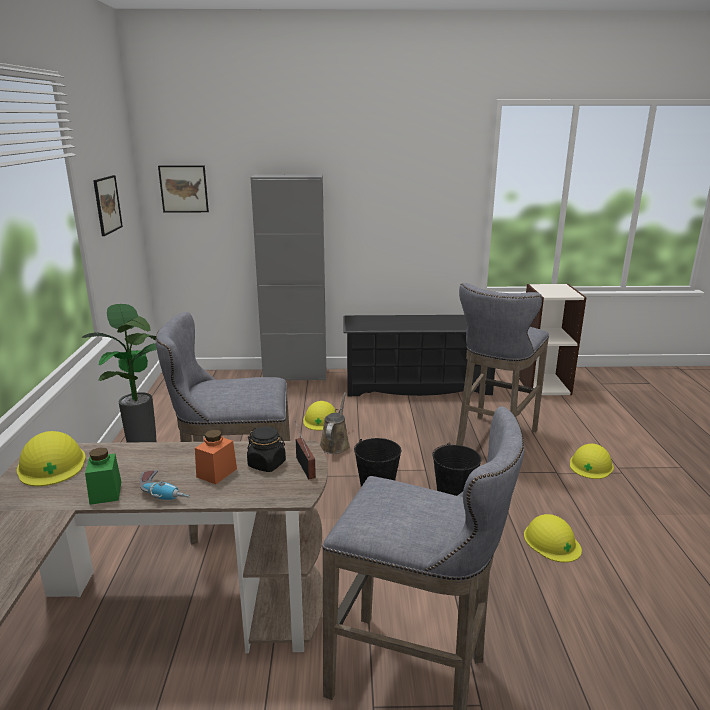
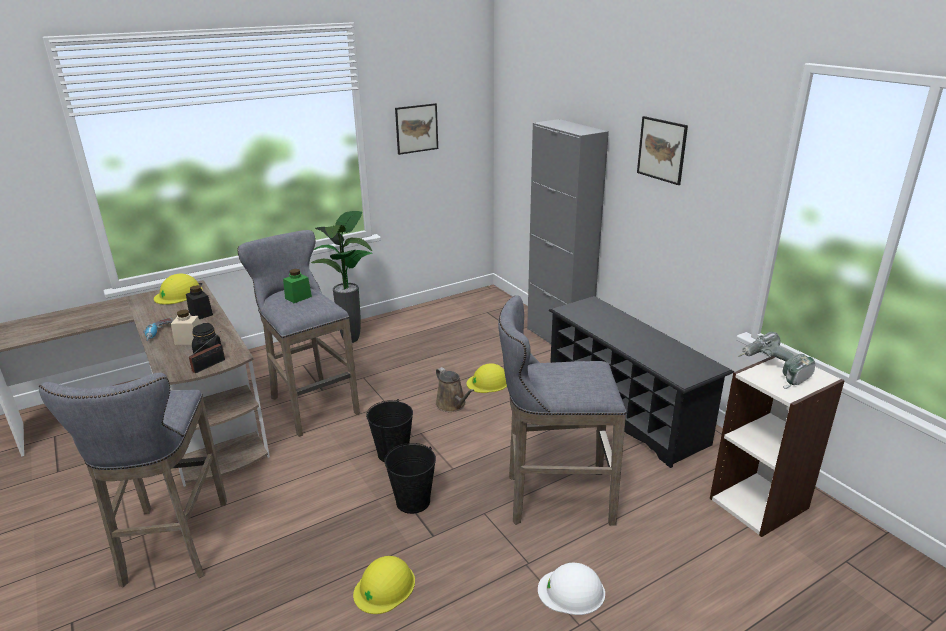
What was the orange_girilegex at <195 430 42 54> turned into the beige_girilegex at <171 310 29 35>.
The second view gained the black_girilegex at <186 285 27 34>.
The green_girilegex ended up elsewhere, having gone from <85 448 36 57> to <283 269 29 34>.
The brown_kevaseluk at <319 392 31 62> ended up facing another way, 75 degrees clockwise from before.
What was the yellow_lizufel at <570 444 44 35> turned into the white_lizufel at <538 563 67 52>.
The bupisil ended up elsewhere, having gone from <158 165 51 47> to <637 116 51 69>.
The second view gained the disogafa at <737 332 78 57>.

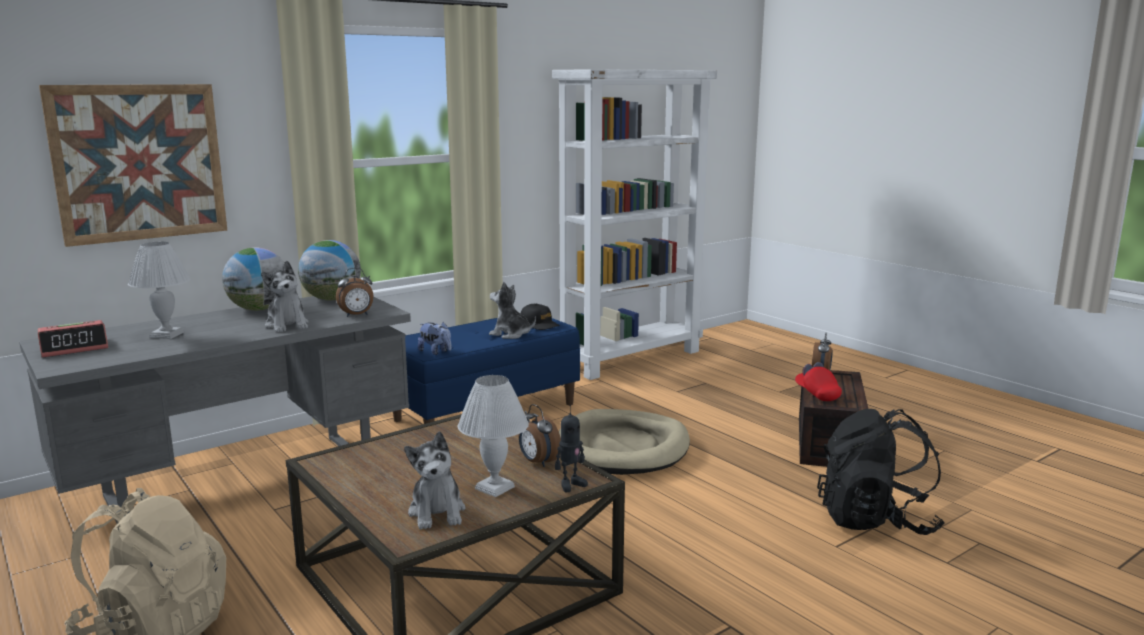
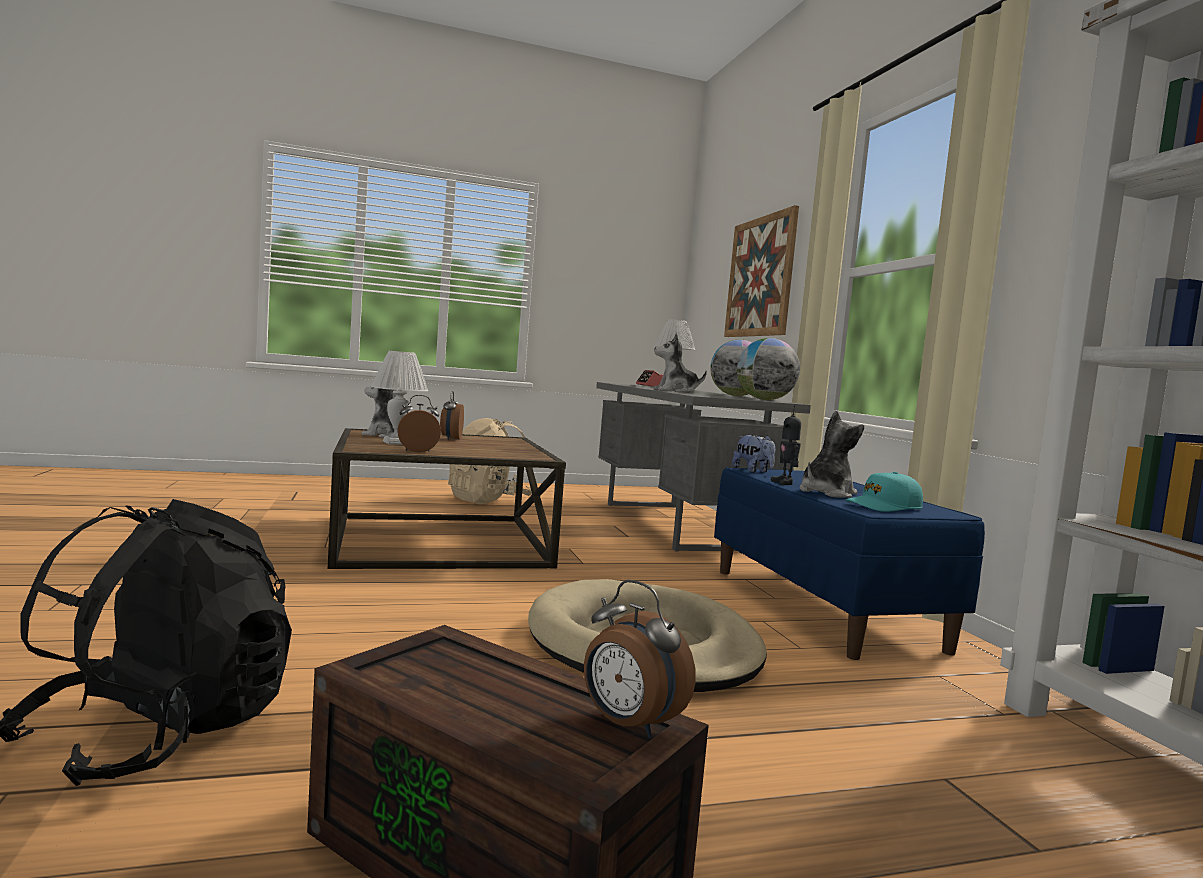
The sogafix ended up elsewhere, having gone from <336 268 37 49> to <440 391 24 48>.
The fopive at <418 322 33 33> ended up facing another way, 90 degrees counterclockwise from before.
The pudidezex ended up elsewhere, having gone from <555 405 33 87> to <771 406 30 79>.
What was the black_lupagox at <521 304 39 26> turned into the turquoise_lupagox at <845 472 78 40>.
The second view lost the red_lupagox at <795 362 47 39>.

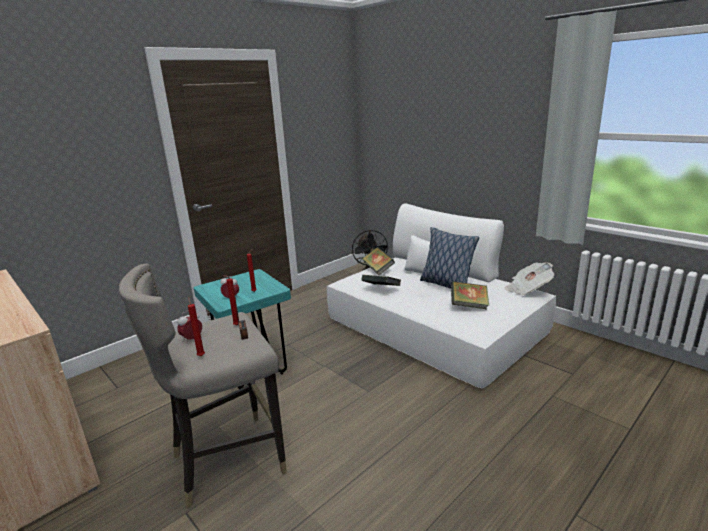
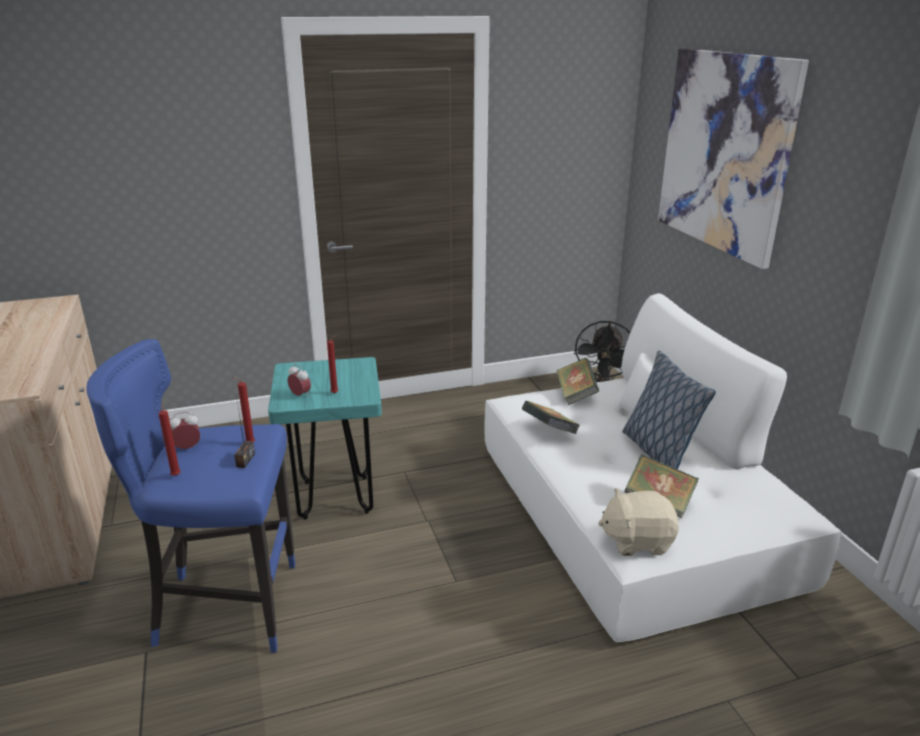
What was the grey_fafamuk at <119 263 168 245> turned into the blue_fafamuk at <86 339 209 314>.
The second view gained the beige_fopive at <598 488 81 68>.
The second view gained the bupisil at <658 48 151 221>.
The second view lost the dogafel at <505 263 49 32>.

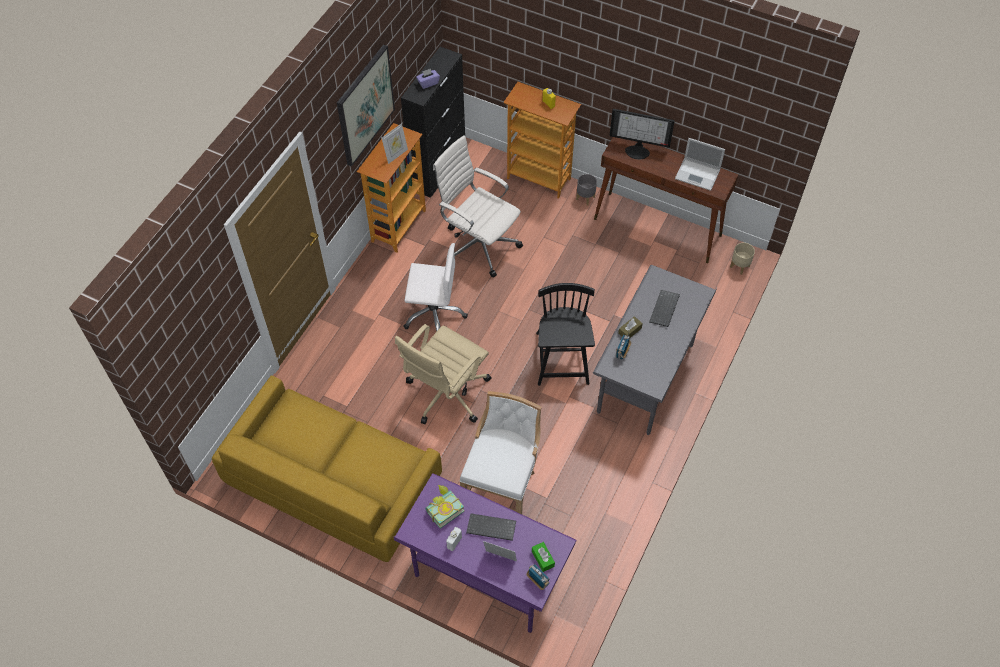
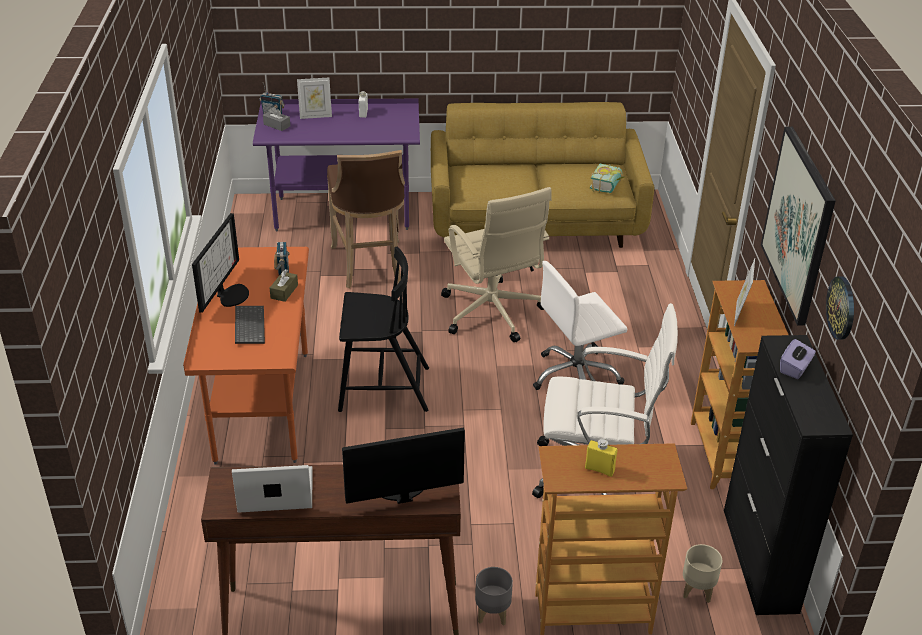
What was the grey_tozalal at <593 265 124 170> turned into the orange_tozalal at <183 247 126 218>.
The second view gained the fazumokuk at <192 213 57 100>.
What was the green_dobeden at <532 542 23 30> turned into the grey_dobeden at <263 107 27 24>.
What was the white_fafamuk at <460 391 81 123> turned into the brown_fafamuk at <327 150 78 138>.
The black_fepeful at <536 283 59 103> ended up facing another way, 60 degrees counterclockwise from before.
The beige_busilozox at <395 324 97 100> ended up facing another way, 150 degrees clockwise from before.
The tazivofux ended up elsewhere, having gone from <425 485 39 44> to <590 164 34 29>.
The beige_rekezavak ended up elsewhere, having gone from <730 243 25 32> to <683 544 39 59>.
The second view gained the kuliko at <826 277 28 62>.
The second view lost the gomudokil at <466 513 50 28>.

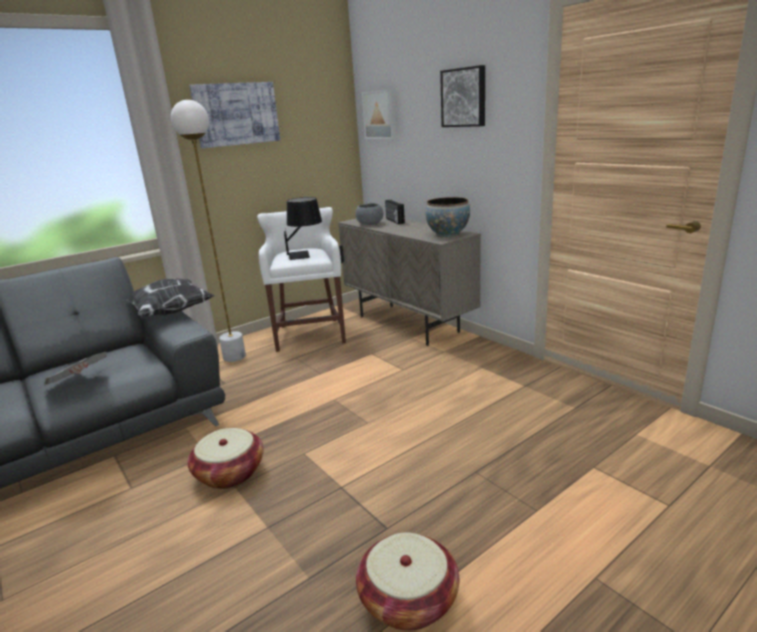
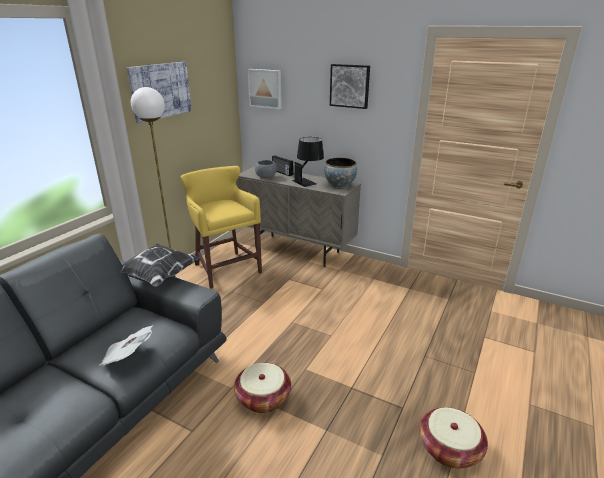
What was the white_fafamuk at <257 207 89 145> turned into the yellow_fafamuk at <181 166 81 123>.
The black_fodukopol ended up elsewhere, having gone from <284 197 38 63> to <292 137 32 50>.

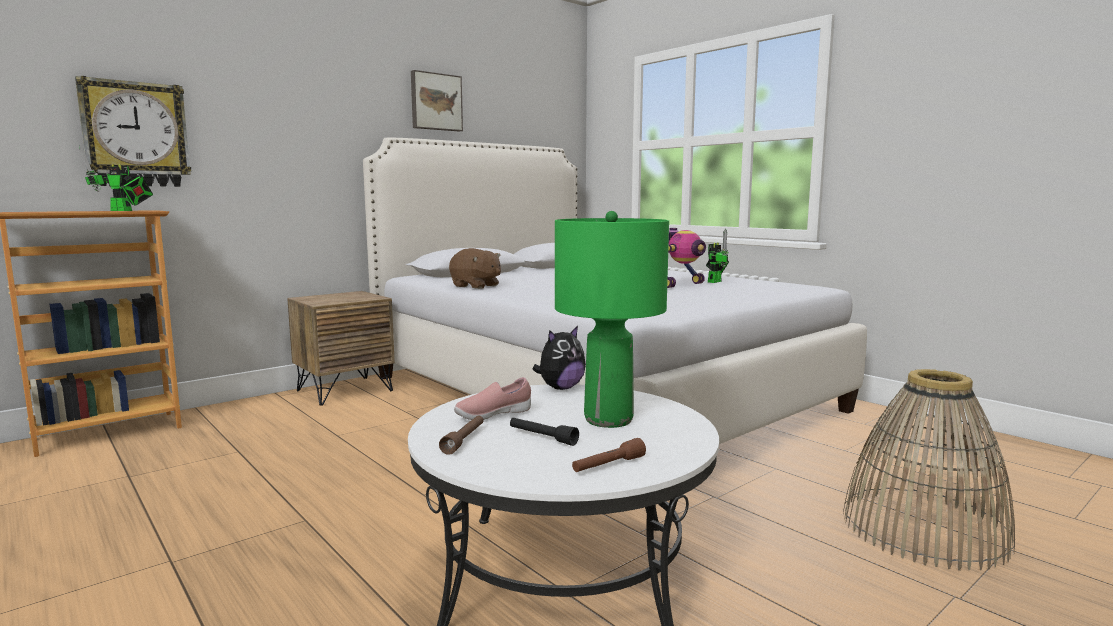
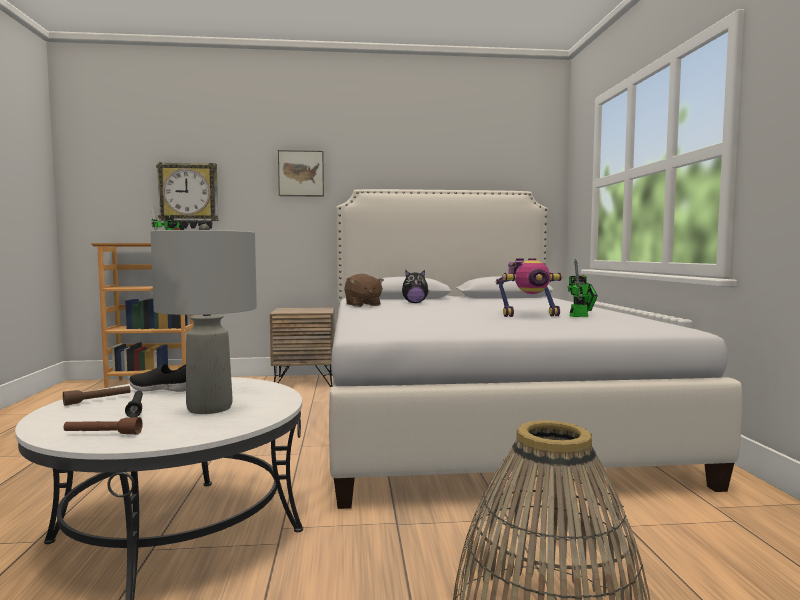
What was the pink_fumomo at <454 377 77 43> turned into the black_fumomo at <129 364 57 28>.
What was the green_fodukopol at <555 211 114 217> turned into the grey_fodukopol at <151 224 106 190>.
The bupisil ended up elsewhere, having gone from <411 70 52 62> to <278 150 46 47>.
The fopive ended up elsewhere, having gone from <532 326 54 64> to <402 270 27 33>.

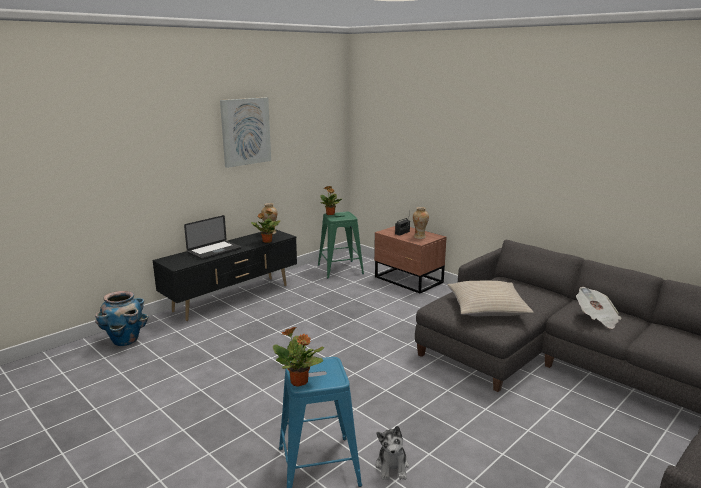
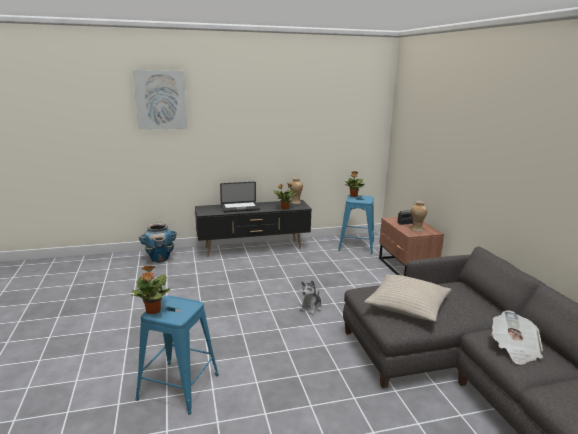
The bupisil ended up elsewhere, having gone from <220 97 51 71> to <133 70 54 60>.
The fopive ended up elsewhere, having gone from <376 426 33 54> to <300 280 22 35>.
What was the green_fafamuk at <318 212 46 67> turned into the blue_fafamuk at <338 195 36 59>.

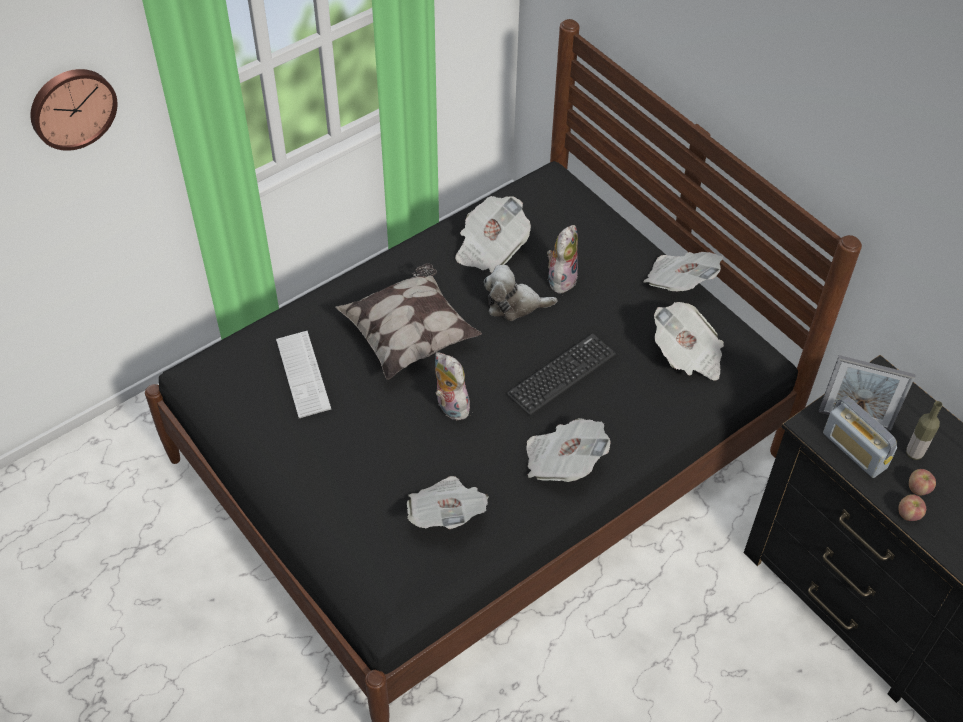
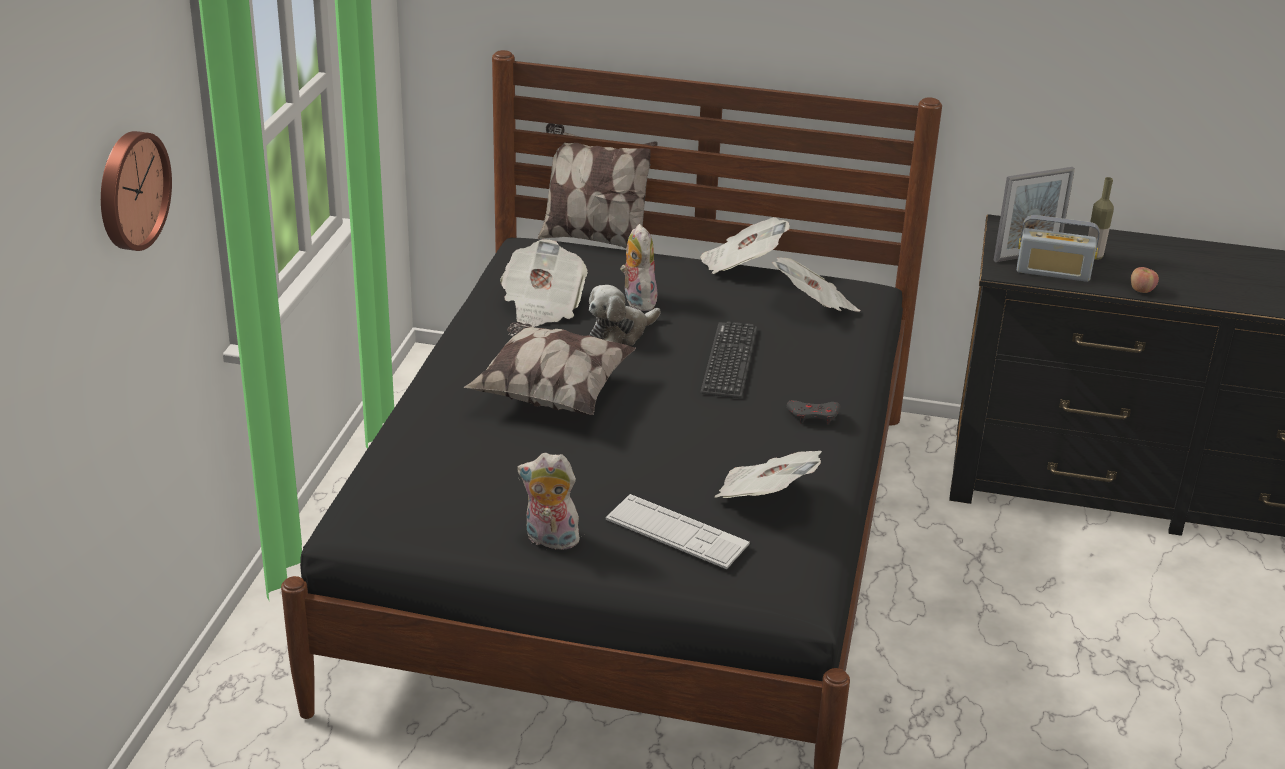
The fopive ended up elsewhere, having gone from <435 352 35 68> to <517 453 65 97>.
The second view gained the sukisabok at <538 123 120 125>.
The gomudokil ended up elsewhere, having gone from <276 331 55 87> to <606 494 144 75>.
Where the dogafel stood at <526 418 85 64>, the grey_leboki came to stand at <787 400 54 24>.
The second view lost the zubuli at <909 469 27 26>.

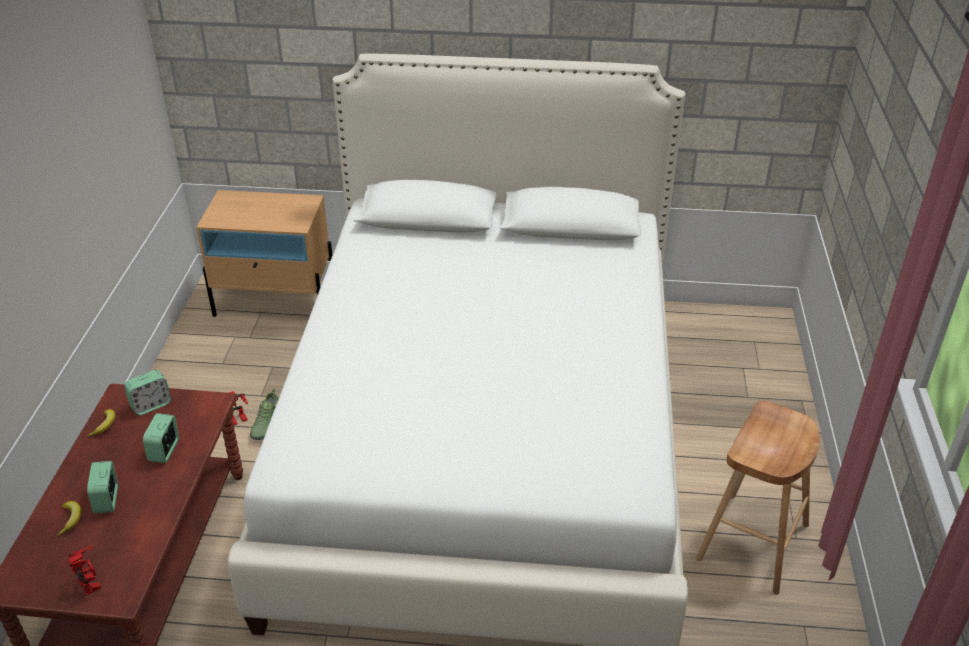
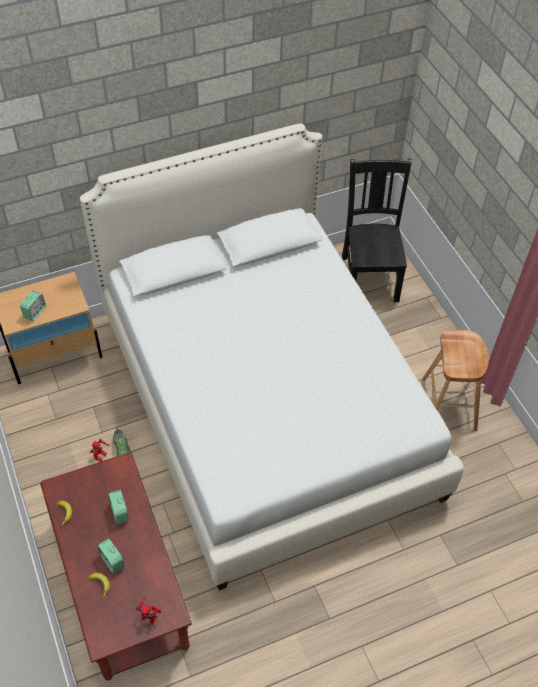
The sogafix ended up elsewhere, having gone from <124 370 47 45> to <20 291 26 30>.
The second view gained the black_fepeful at <342 159 70 143>.

